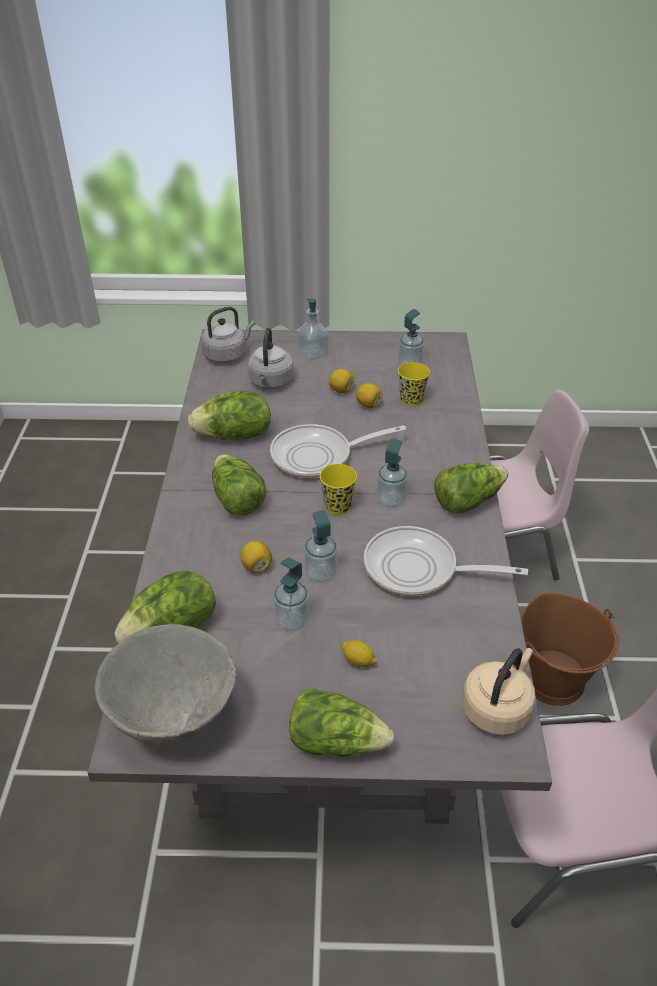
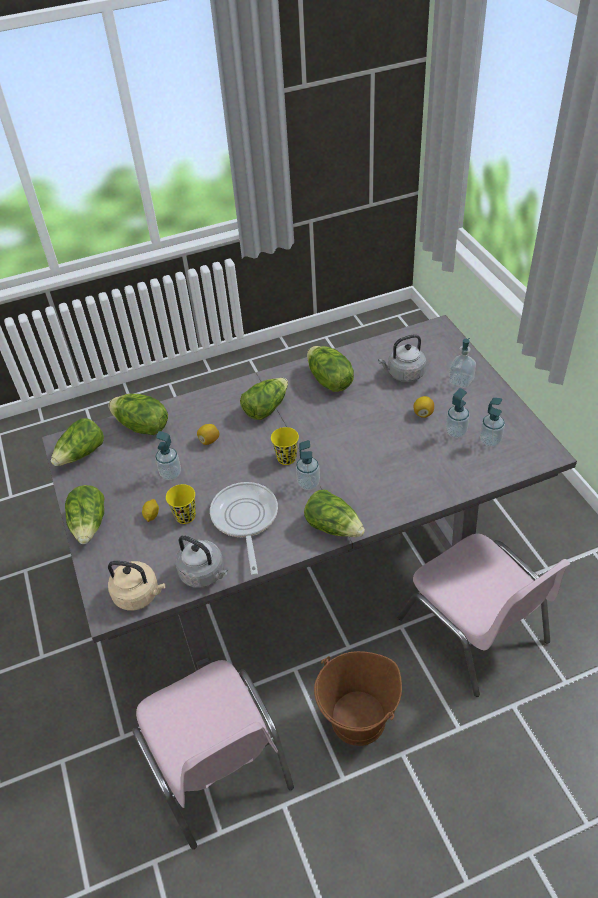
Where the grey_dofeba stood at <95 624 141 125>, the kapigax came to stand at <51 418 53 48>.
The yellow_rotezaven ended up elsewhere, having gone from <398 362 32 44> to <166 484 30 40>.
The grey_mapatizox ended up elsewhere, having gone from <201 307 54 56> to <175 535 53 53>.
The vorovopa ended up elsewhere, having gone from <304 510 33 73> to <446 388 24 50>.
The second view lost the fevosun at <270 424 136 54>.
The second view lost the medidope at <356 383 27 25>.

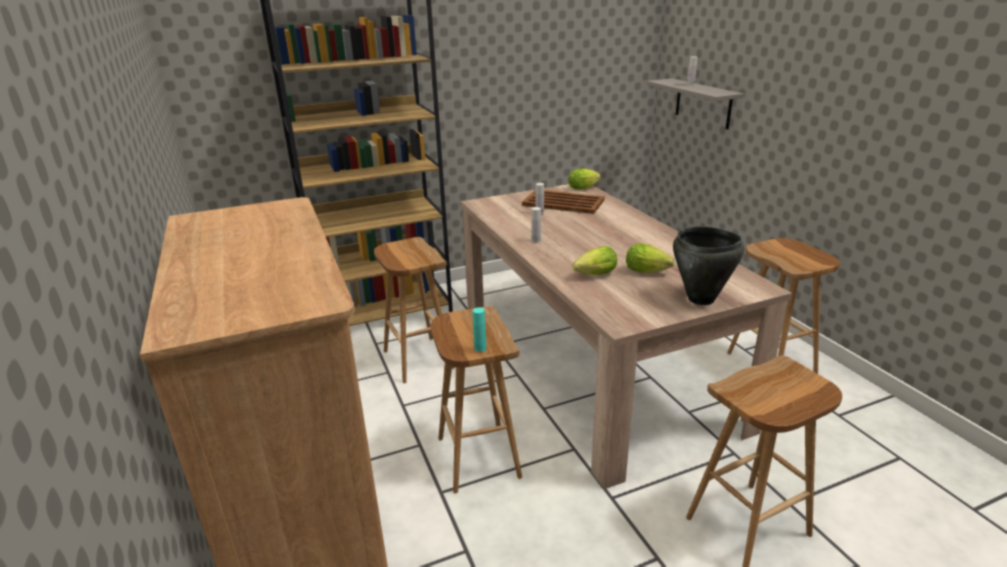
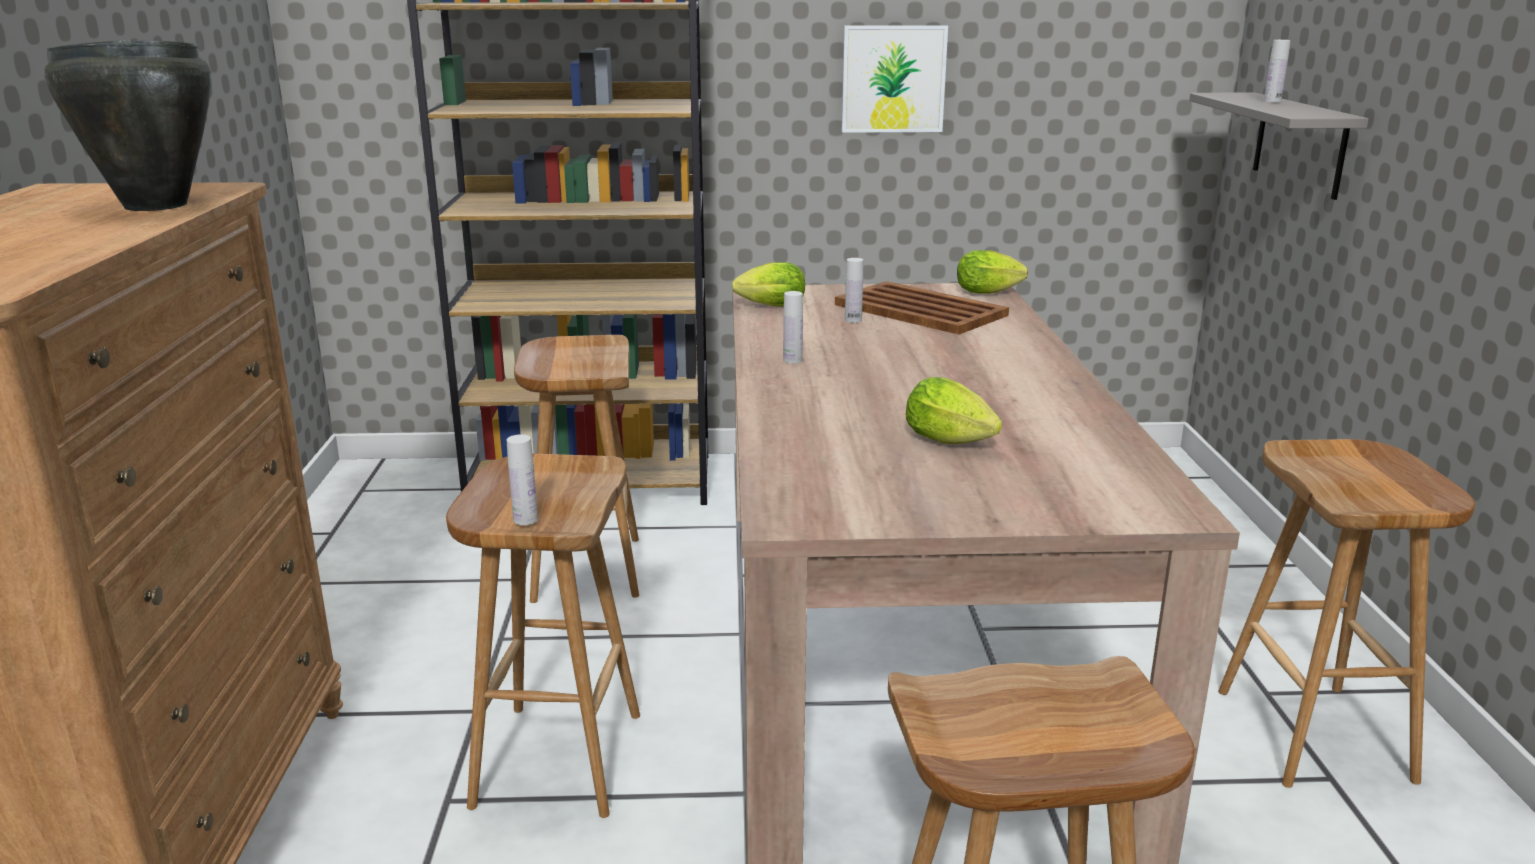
The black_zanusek ended up elsewhere, having gone from <673 226 71 79> to <44 40 168 171>.
What was the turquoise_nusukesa at <473 307 13 45> turned into the white_nusukesa at <507 434 31 91>.
The kapigax ended up elsewhere, having gone from <572 246 45 29> to <732 262 73 45>.
The second view gained the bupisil at <842 25 106 108>.

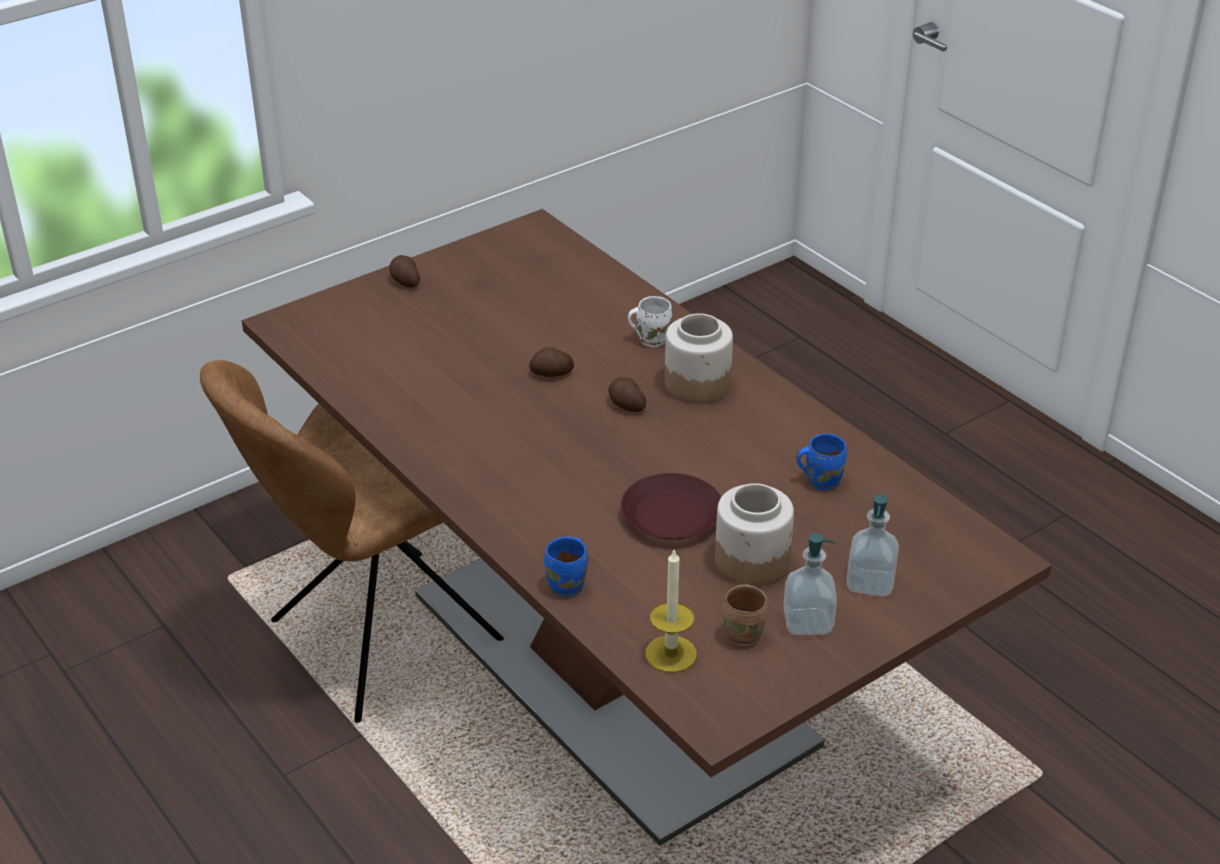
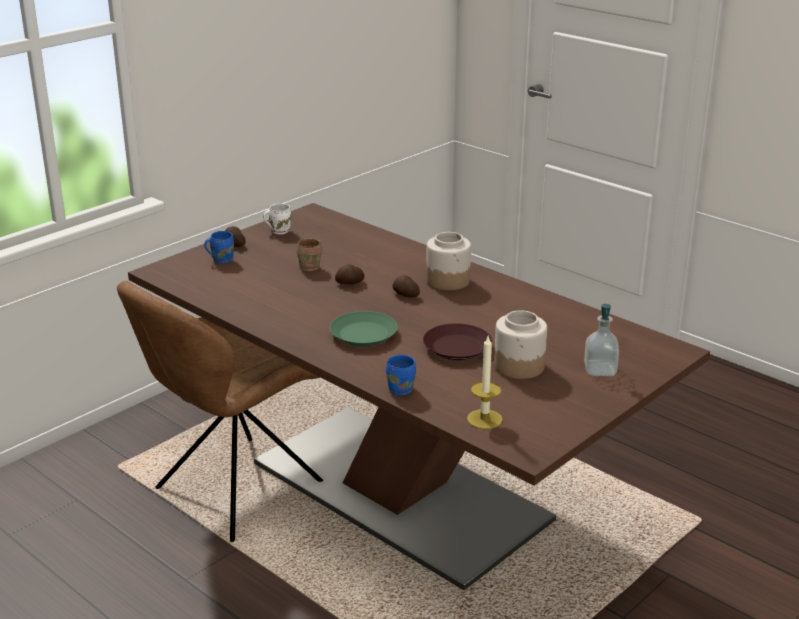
The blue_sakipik ended up elsewhere, having gone from <797 433 50 58> to <204 231 30 33>.
The white_sakipik ended up elsewhere, having gone from <628 296 44 51> to <263 203 28 32>.
The brown_sakipik ended up elsewhere, having gone from <722 584 46 62> to <297 238 25 33>.
The second view gained the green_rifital at <330 311 68 35>.
The second view lost the vorovopa at <783 533 54 102>.

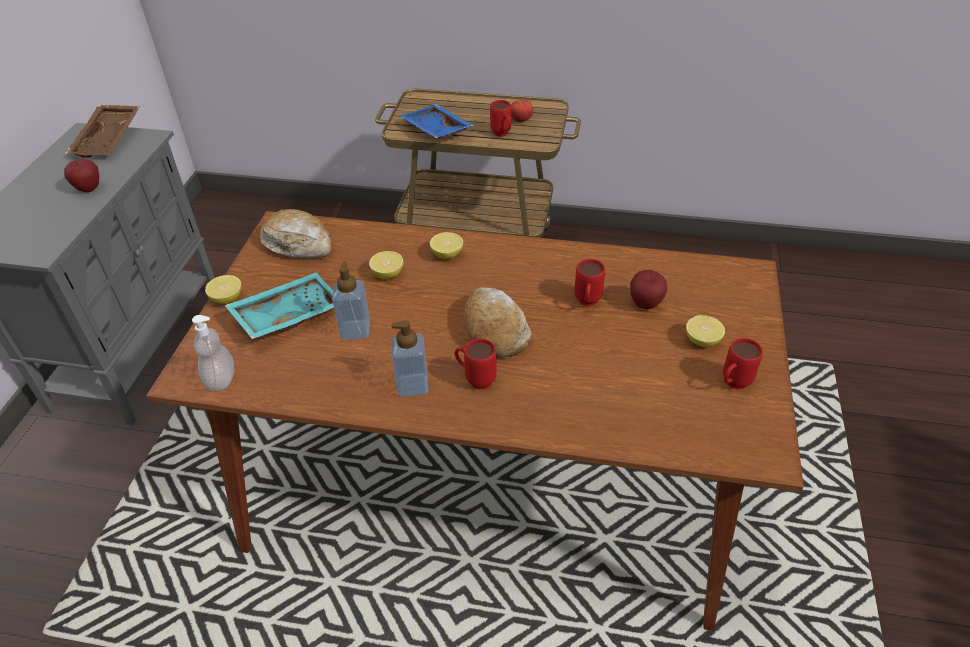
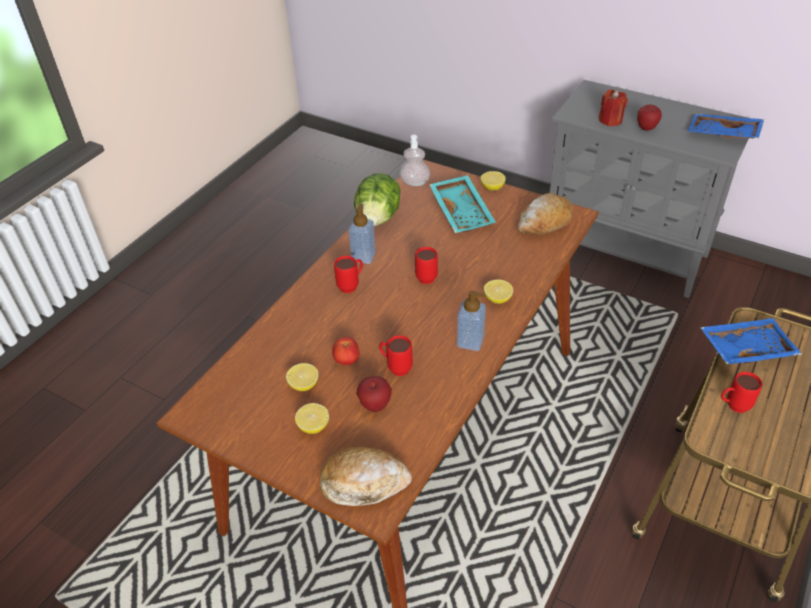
The medidope ended up elsewhere, having gone from <369 251 35 28> to <286 363 33 28>.
The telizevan ended up elsewhere, having gone from <464 287 67 70> to <320 447 92 59>.
The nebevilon ended up elsewhere, having gone from <511 100 22 22> to <332 337 28 28>.
The second view gained the kapigax at <354 173 47 54>.
The red_sakipik ended up elsewhere, having gone from <723 338 40 51> to <415 247 23 37>.
The vorovopa ended up elsewhere, having gone from <332 261 38 79> to <457 290 29 61>.
The second view gained the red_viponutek at <599 90 29 36>.
What was the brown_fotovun at <66 105 74 53> turned into the blue_fotovun at <688 114 76 25>.

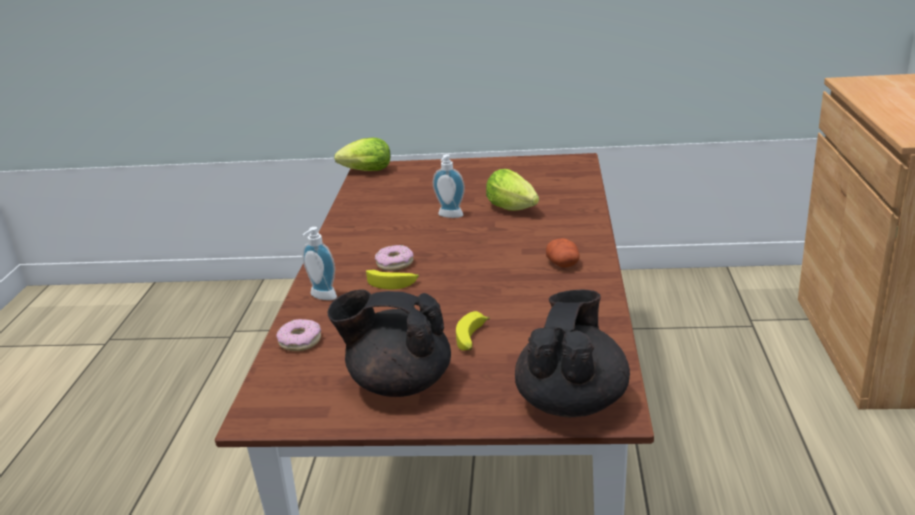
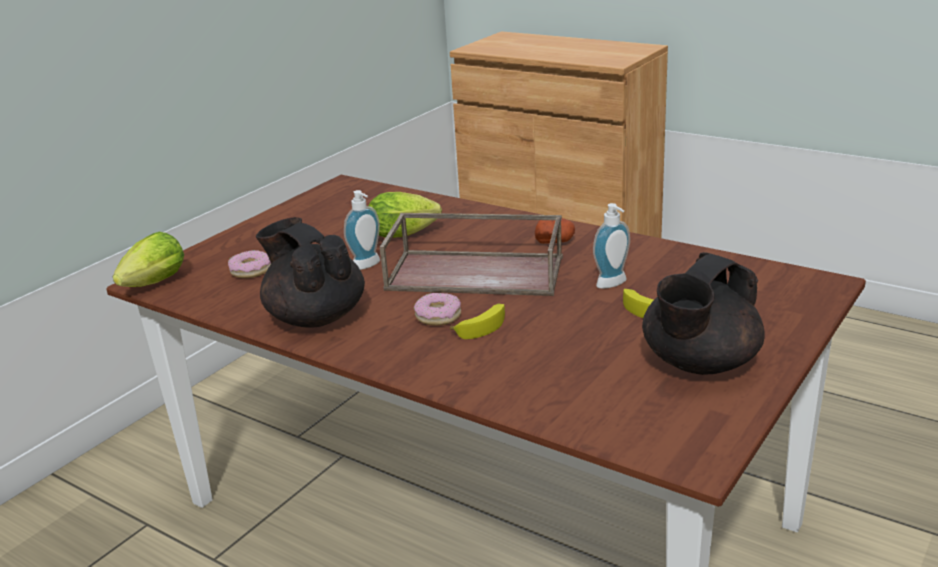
The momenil ended up elsewhere, having gone from <276 319 45 32> to <228 250 43 28>.
The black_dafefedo ended up elsewhere, having gone from <515 290 115 127> to <256 217 109 110>.
The second view gained the brown_fotovun at <380 213 183 83>.
The vorovopa ended up elsewhere, having gone from <302 227 35 73> to <593 203 37 86>.

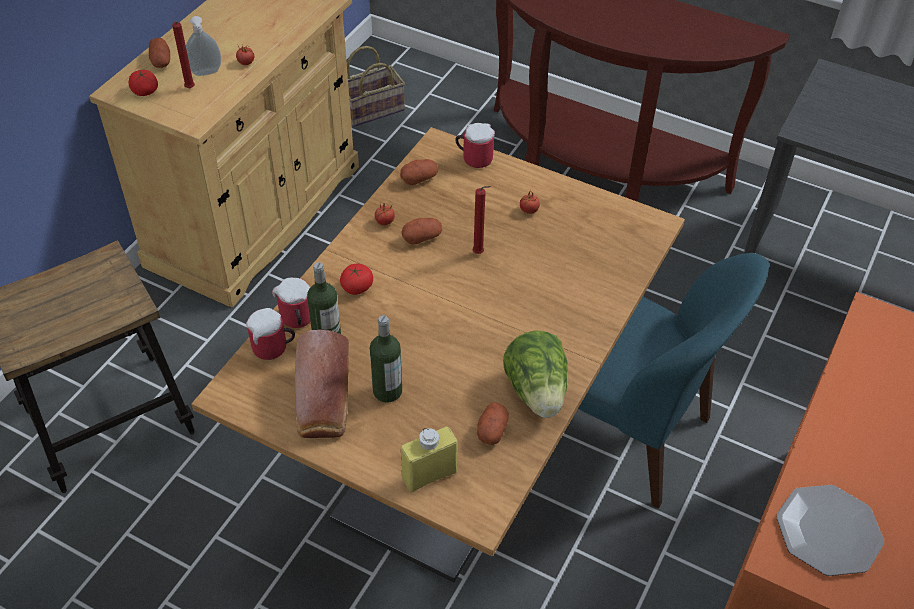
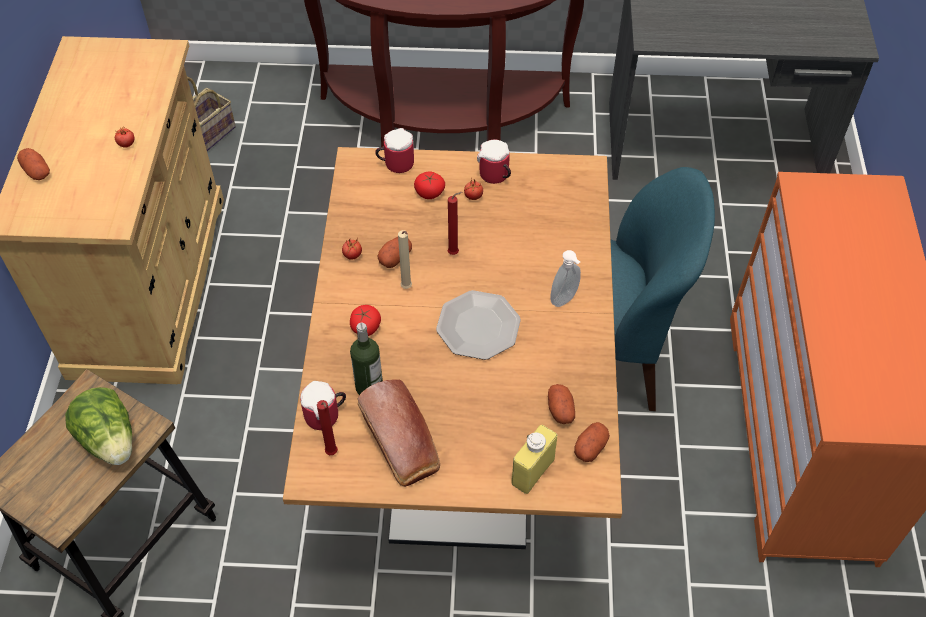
The kapigax ended up elsewhere, having gone from <503 331 65 87> to <65 387 67 78>.
The red_viponutek ended up elsewhere, having gone from <172 21 23 67> to <317 400 21 55>.
The second view gained the beige_viponutek at <398 230 14 59>.
The nebevilon ended up elsewhere, having gone from <128 70 30 26> to <414 171 31 28>.
The rifital ended up elsewhere, having gone from <776 485 108 91> to <436 290 85 70>.
The sakipik ended up elsewhere, having gone from <272 278 38 50> to <477 139 34 45>.
The vorovopa ended up elsewhere, having gone from <186 16 35 60> to <550 250 31 57>.
The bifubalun ended up elsewhere, having gone from <400 159 38 26> to <574 422 36 40>.
The second view lost the nusukesa at <370 315 32 88>.

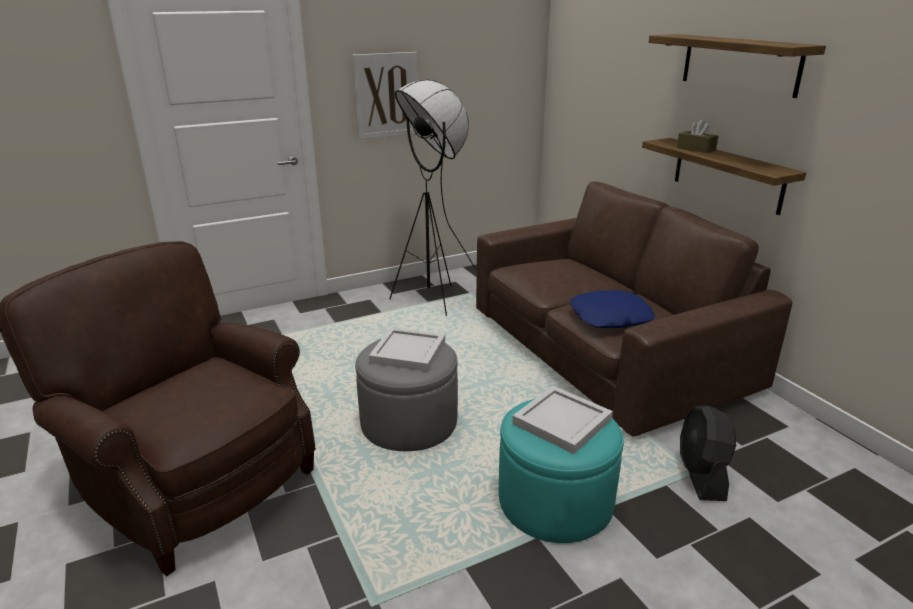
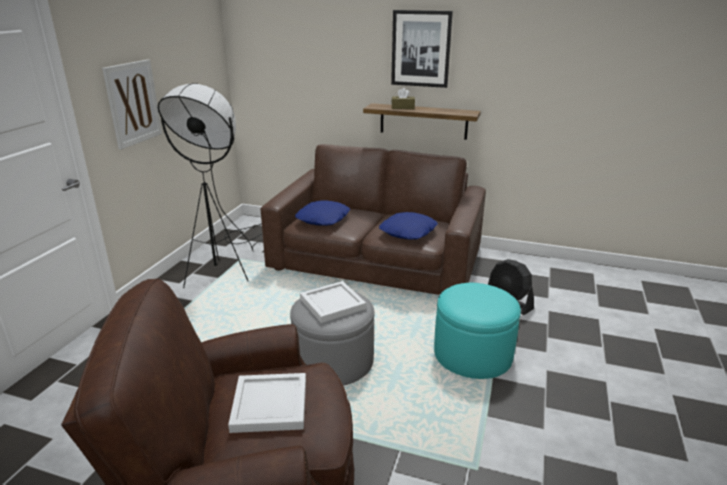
The white_fotovun ended up elsewhere, having gone from <512 386 101 68> to <228 373 78 60>.
The second view gained the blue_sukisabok at <295 200 55 26>.
Where the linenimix hung at <649 34 177 64>, the bupisil came to hang at <391 10 62 78>.

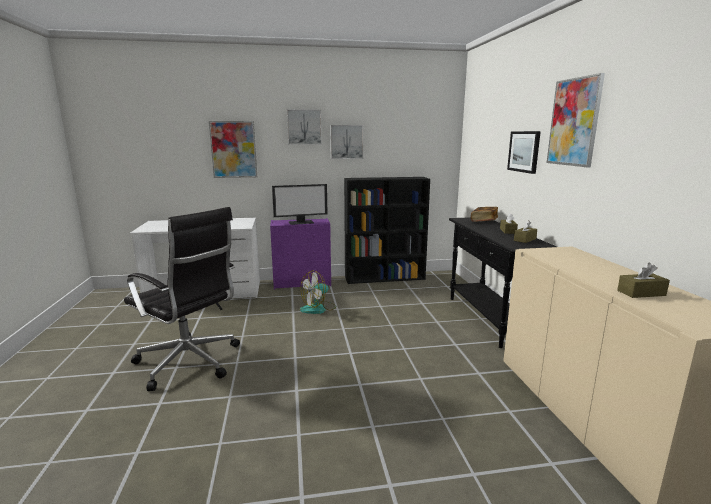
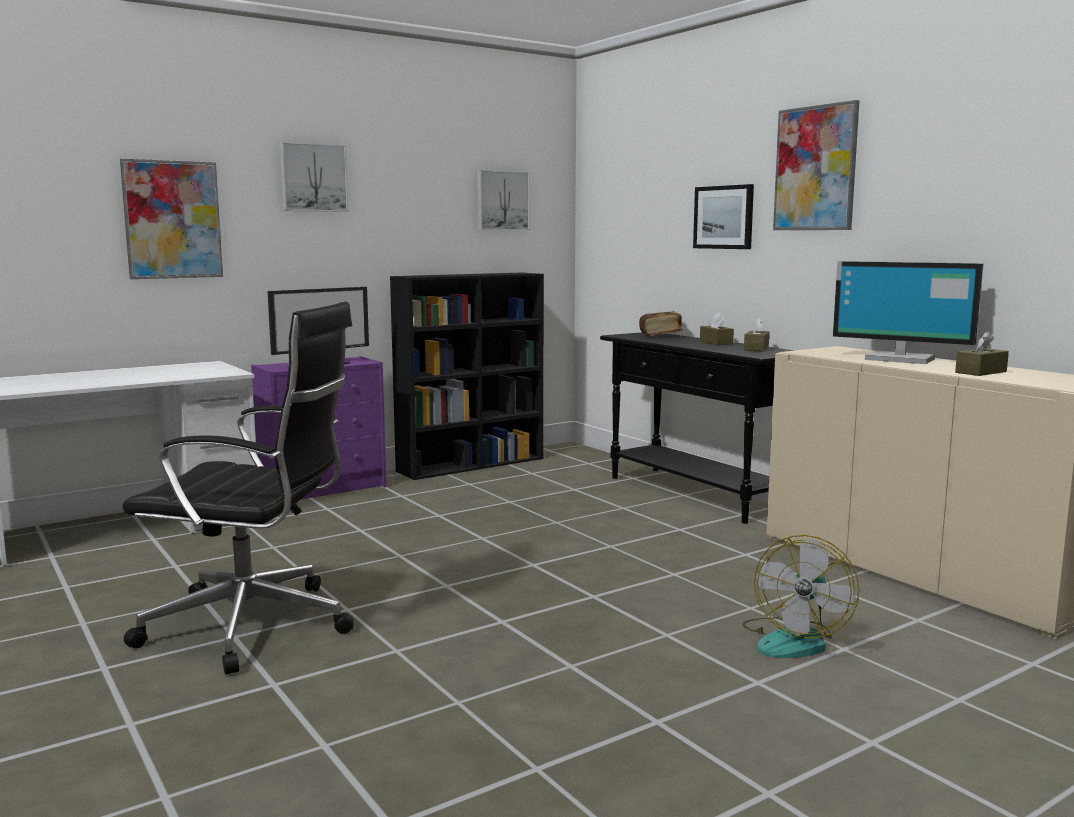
The bupisil ended up elsewhere, having gone from <330 125 33 34> to <477 170 53 60>.
The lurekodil ended up elsewhere, having gone from <300 271 36 43> to <743 535 116 123>.
The second view gained the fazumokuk at <833 261 151 103>.

